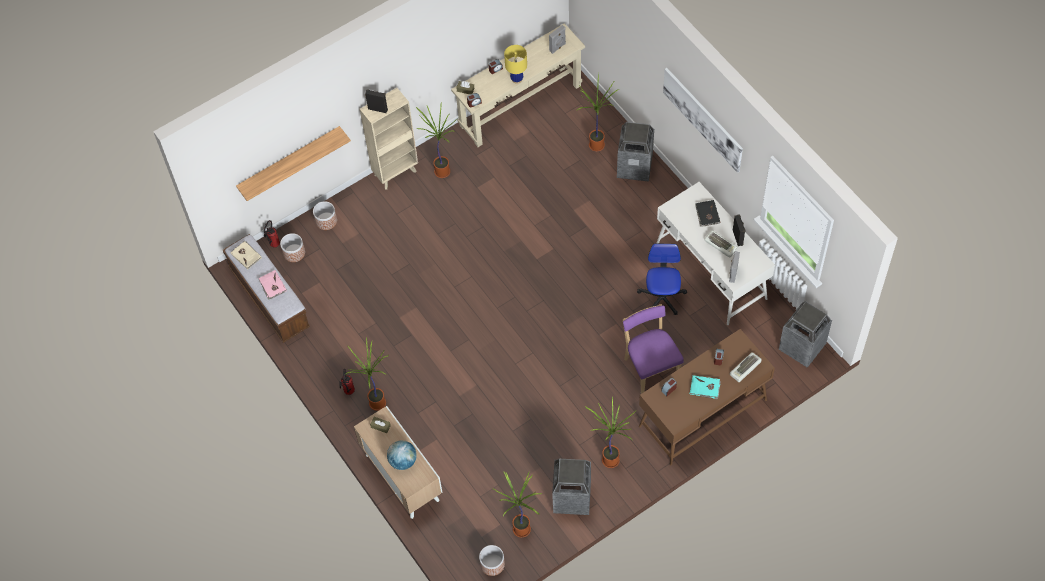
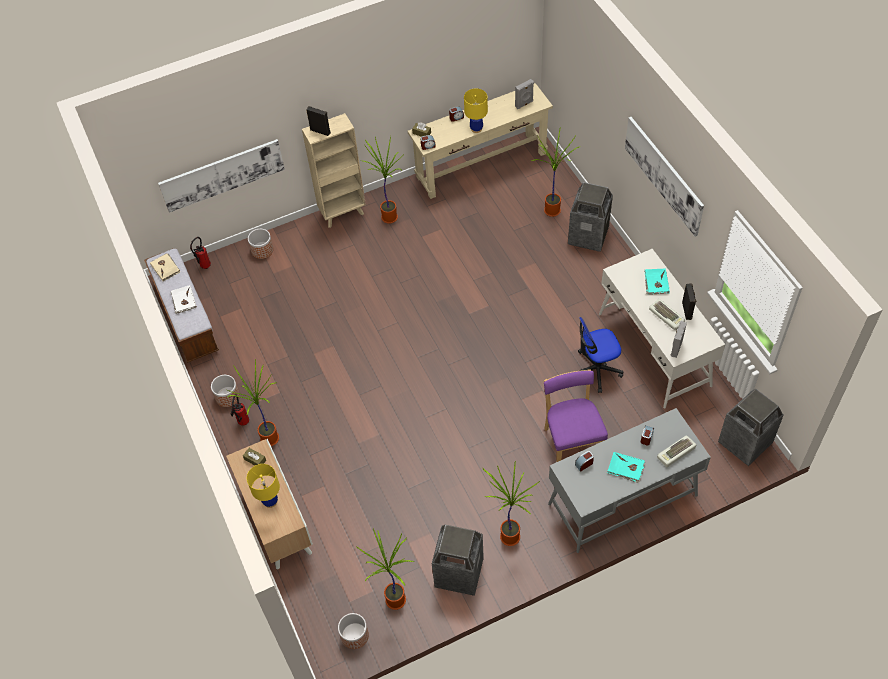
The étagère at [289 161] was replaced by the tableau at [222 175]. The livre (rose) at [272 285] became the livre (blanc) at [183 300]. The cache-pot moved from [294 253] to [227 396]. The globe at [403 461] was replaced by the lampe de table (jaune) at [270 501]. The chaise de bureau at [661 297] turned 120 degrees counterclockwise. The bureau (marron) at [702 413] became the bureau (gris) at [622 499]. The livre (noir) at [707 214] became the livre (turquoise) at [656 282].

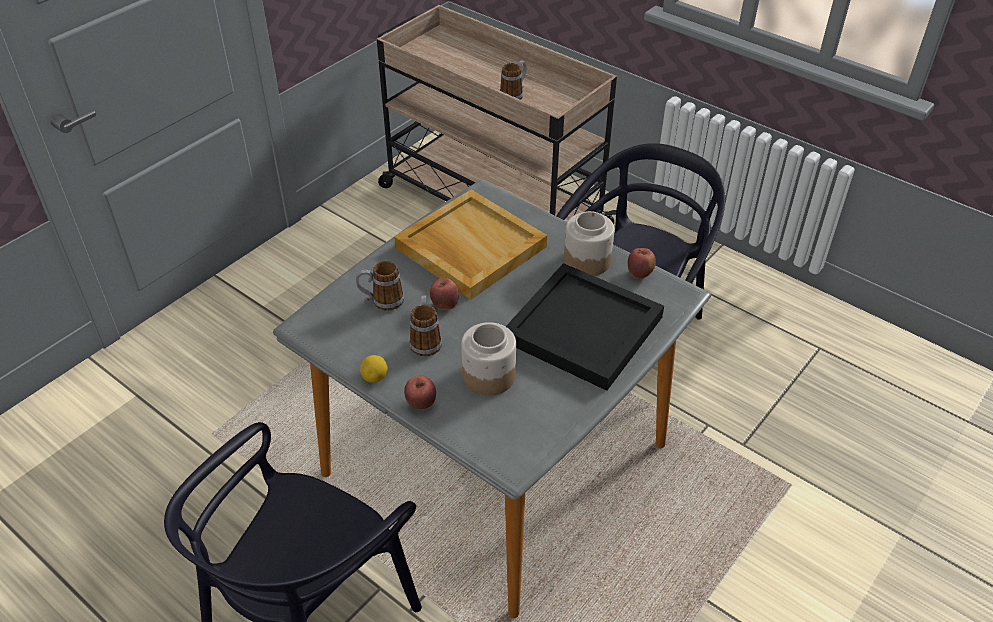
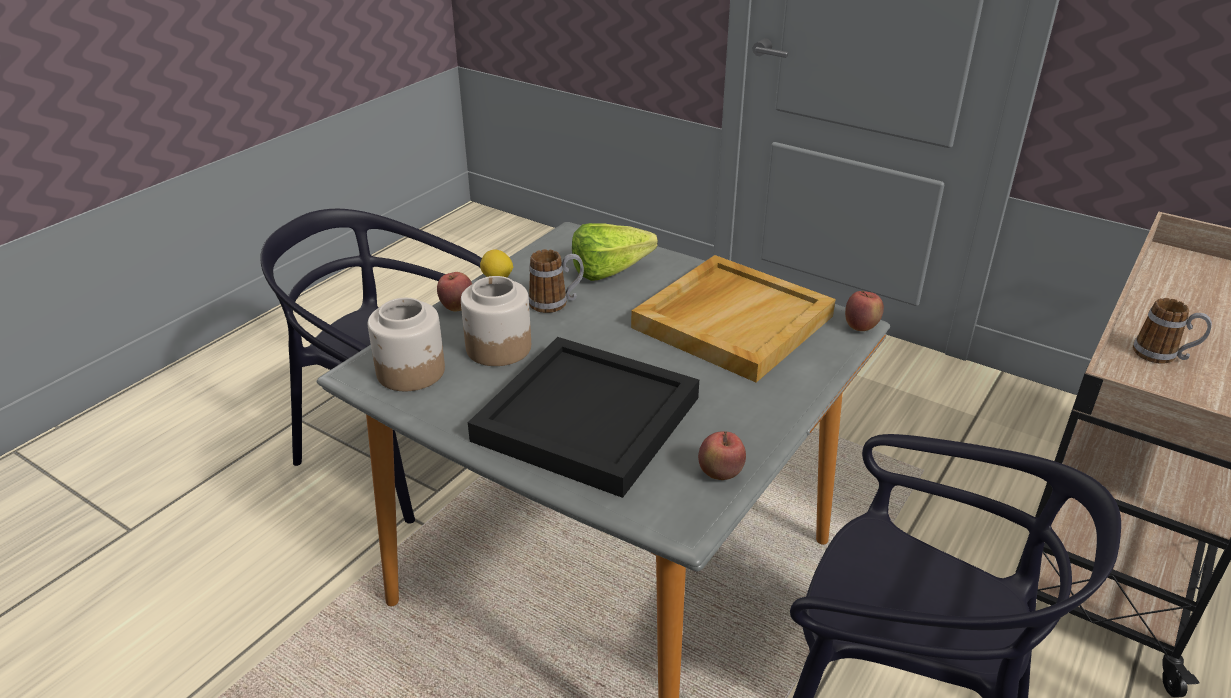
The mug at [381 301] was replaced by the laitue at [616 271]. The pomme moved from [445 305] to [861 327]. The bocal moved from [587 260] to [412 372].

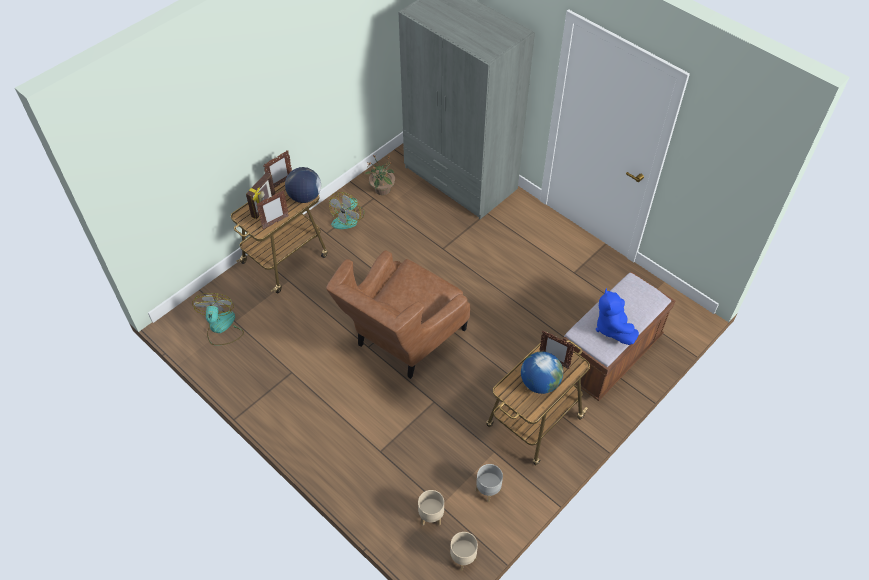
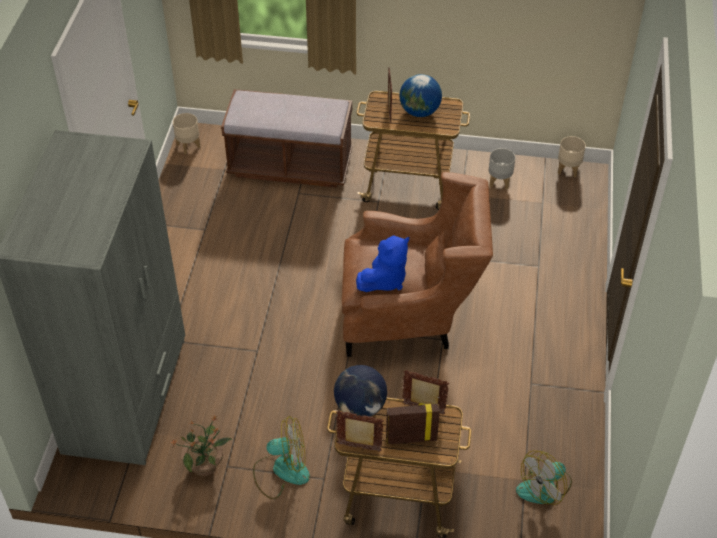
The cache-pot (beige) moved from [430 516] to [188 146]. The peluche (bleu) moved from [612 327] to [384 280].

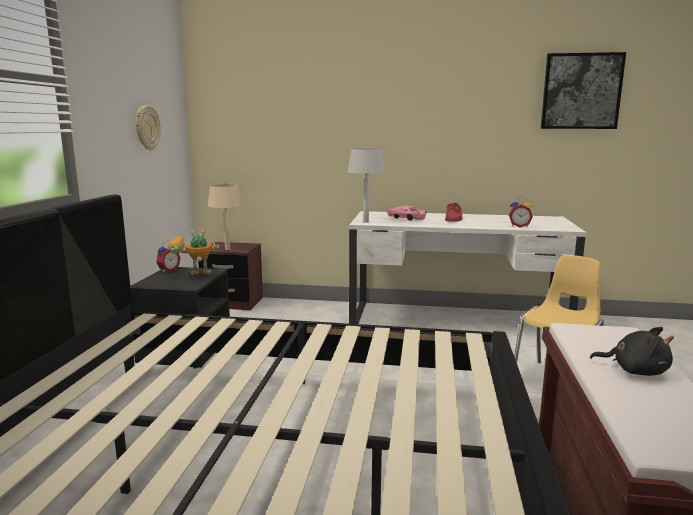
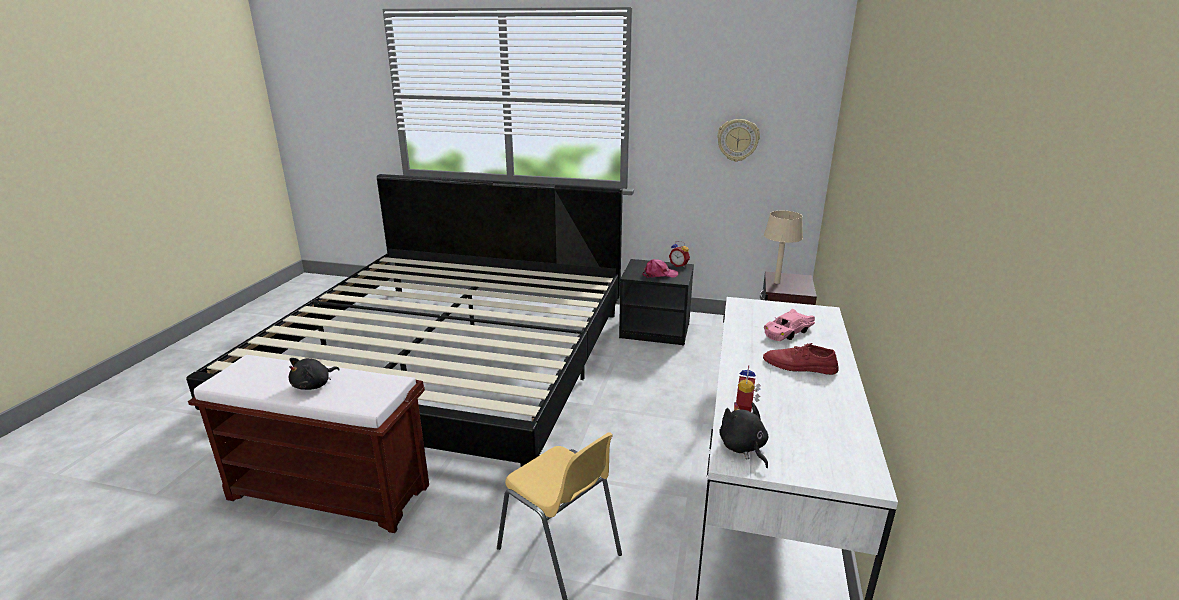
The robot jouet at [192 277] was replaced by the casquette (rose) at [659 274]. The lampe de table (gris) at [366 222] disappeared. The tableau at [581 91] disappeared. The peluche (noir) at [743 448] appeared.

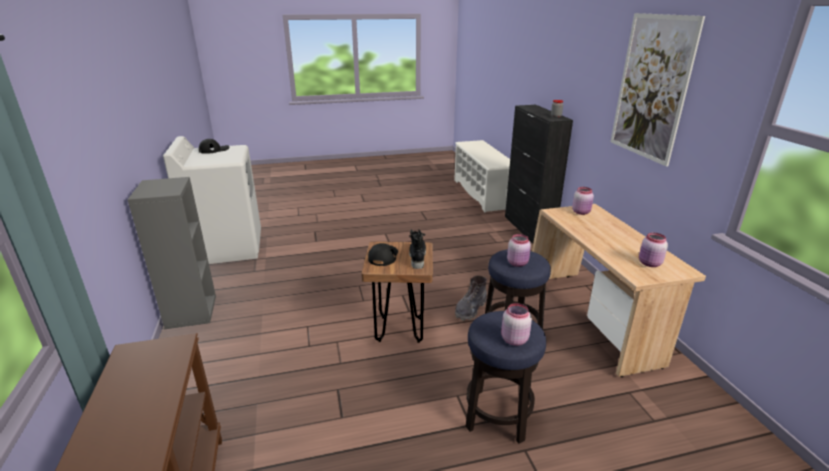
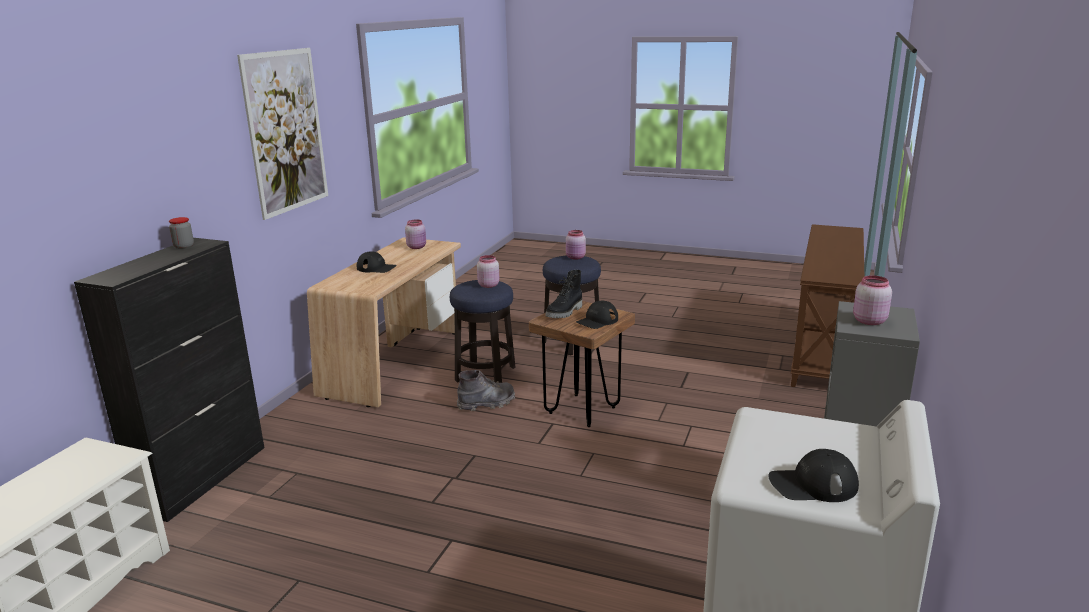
The bocal (rose) moved from [581 212] to [868 321]. The casquette (noir) at [376 268] appeared.

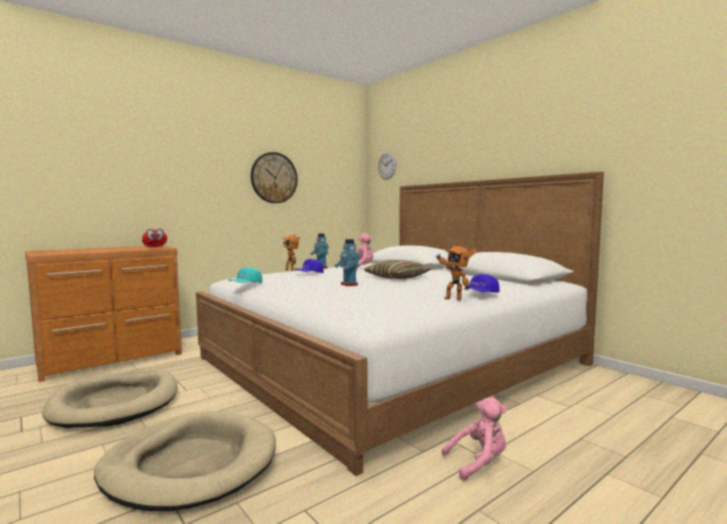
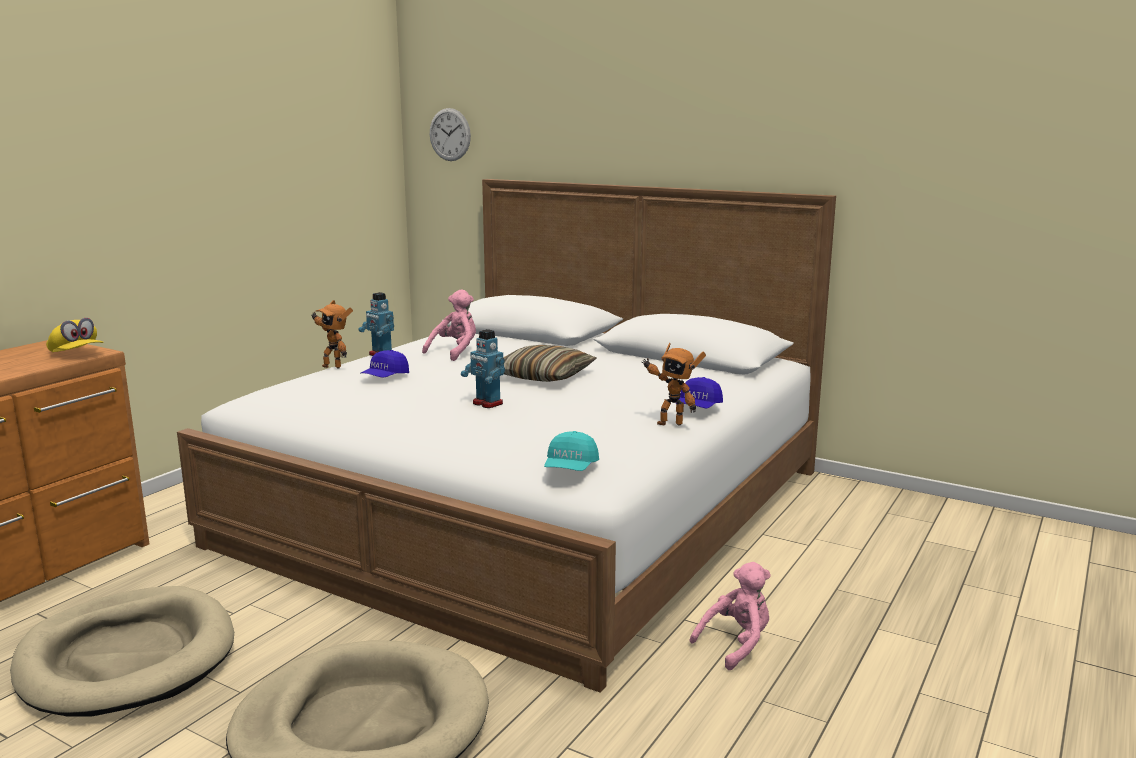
The casquette (rouge) at [155 247] became the casquette (jaune) at [76 354]. The casquette (turquoise) moved from [246 285] to [570 468]. The horloge murale at [274 178] disappeared.

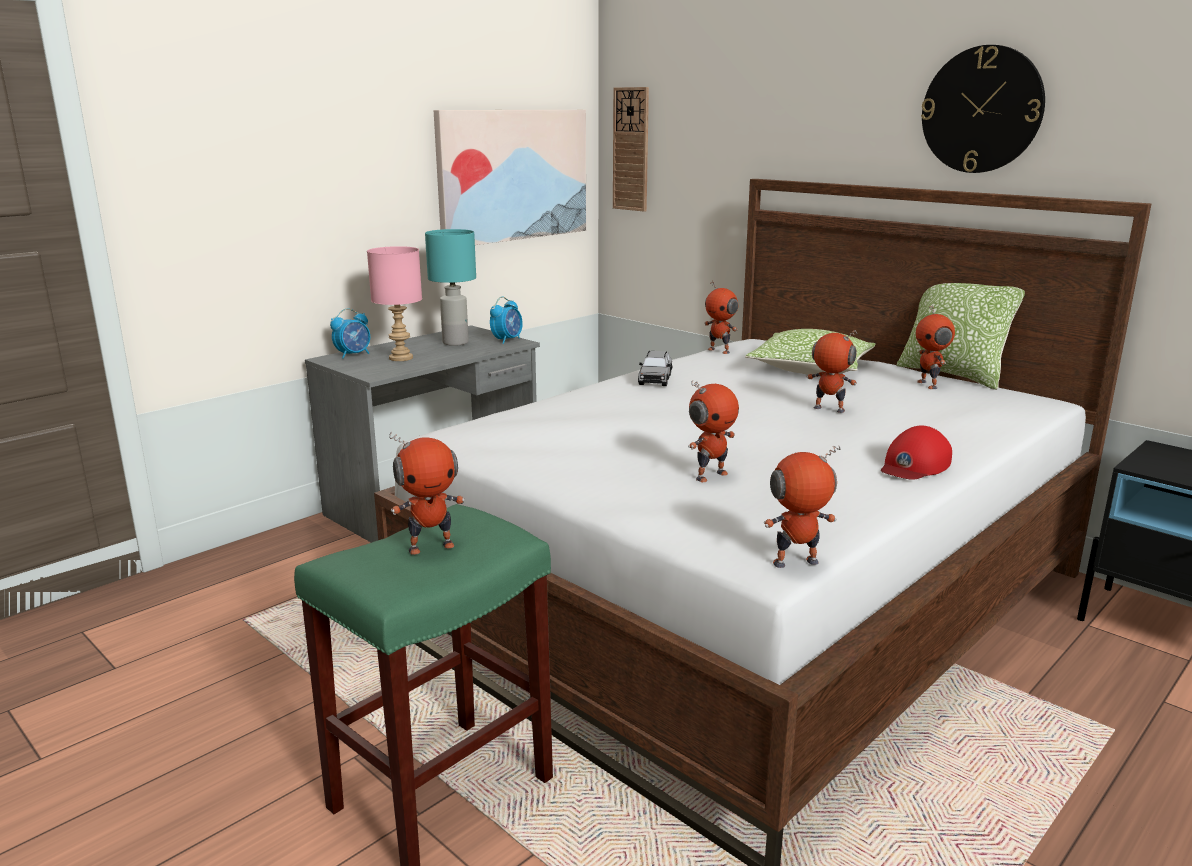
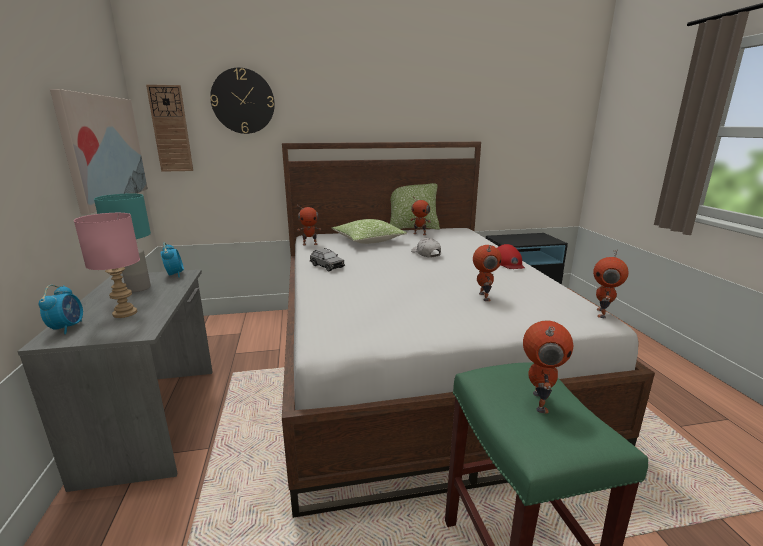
The robot jouet at [828 409] was replaced by the casquette (blanc) at [426 254]. The horloge murale moved from [981 110] to [243 101].

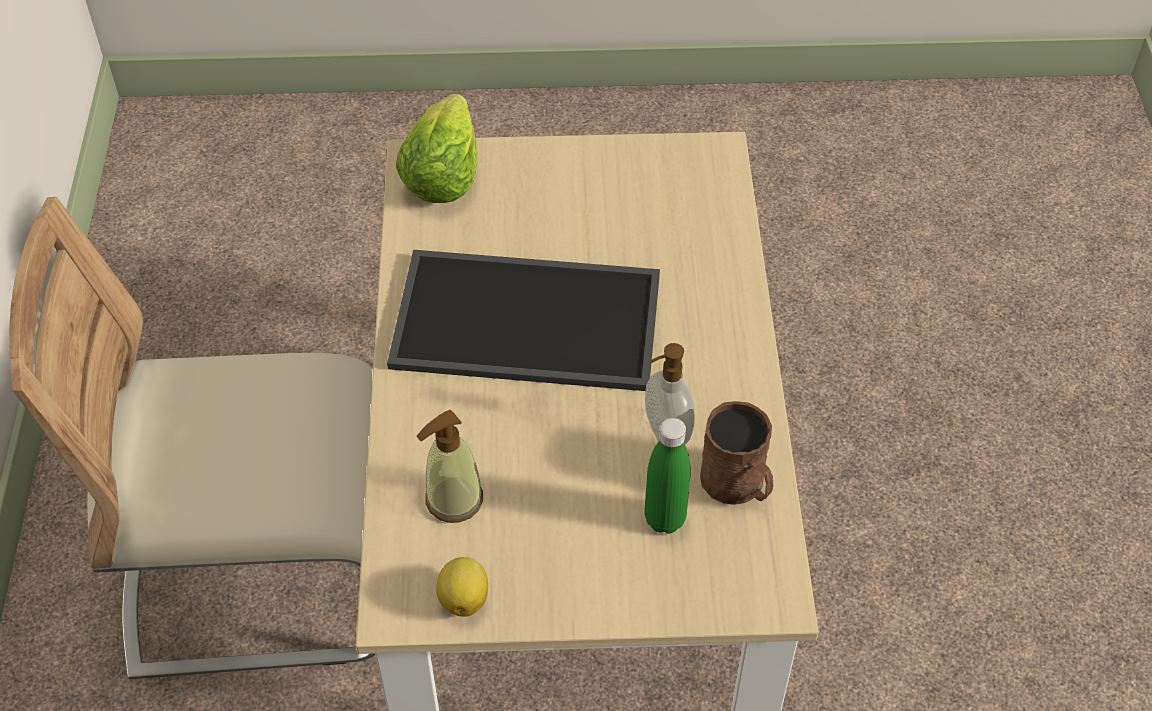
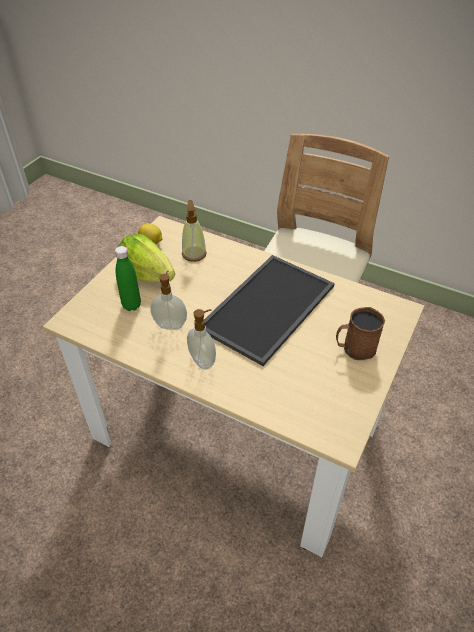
The laitue moved from [442 176] to [147 274]. The mug (marron) moved from [738 485] to [354 348]. The distributeur de savon at [203 360] appeared.

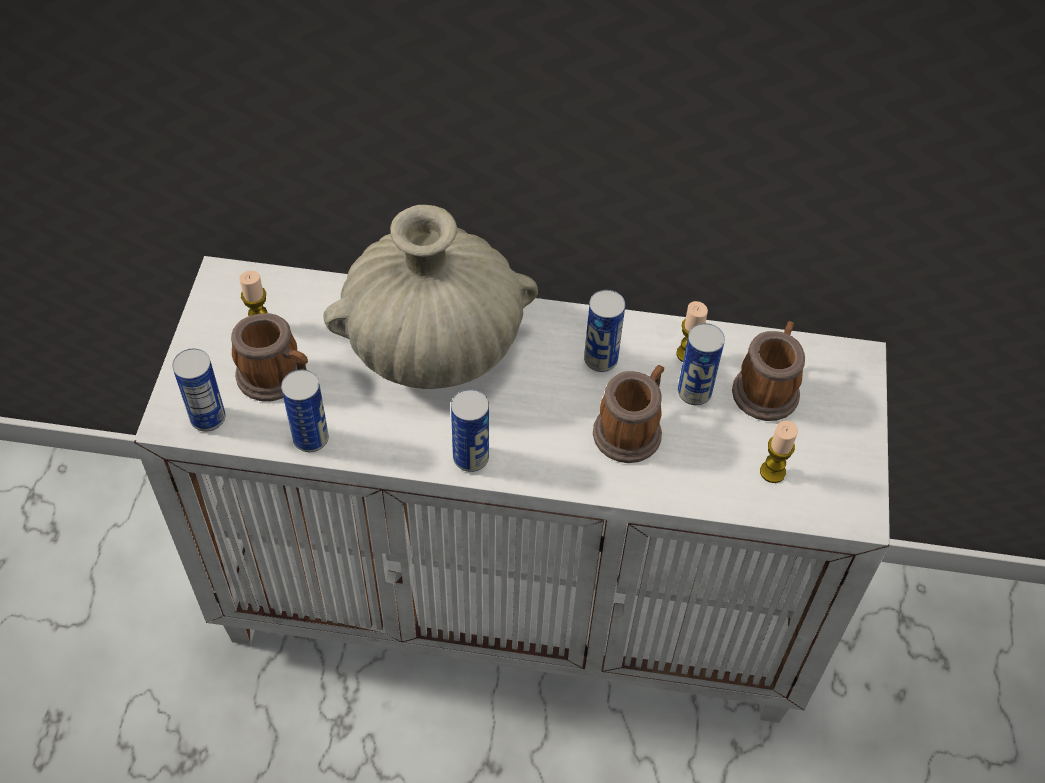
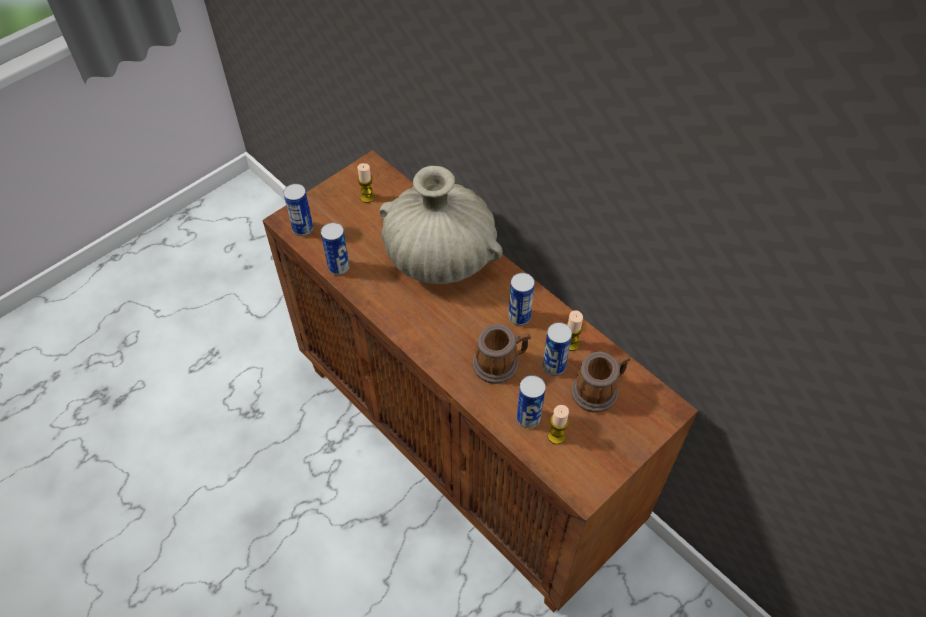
The meuble de rangement (blanc) at [518 604] became the meuble de rangement (marron) at [466 448]. The mug at [277 378] disappeared. The boîte métallique moved from [471 458] to [528 418].

